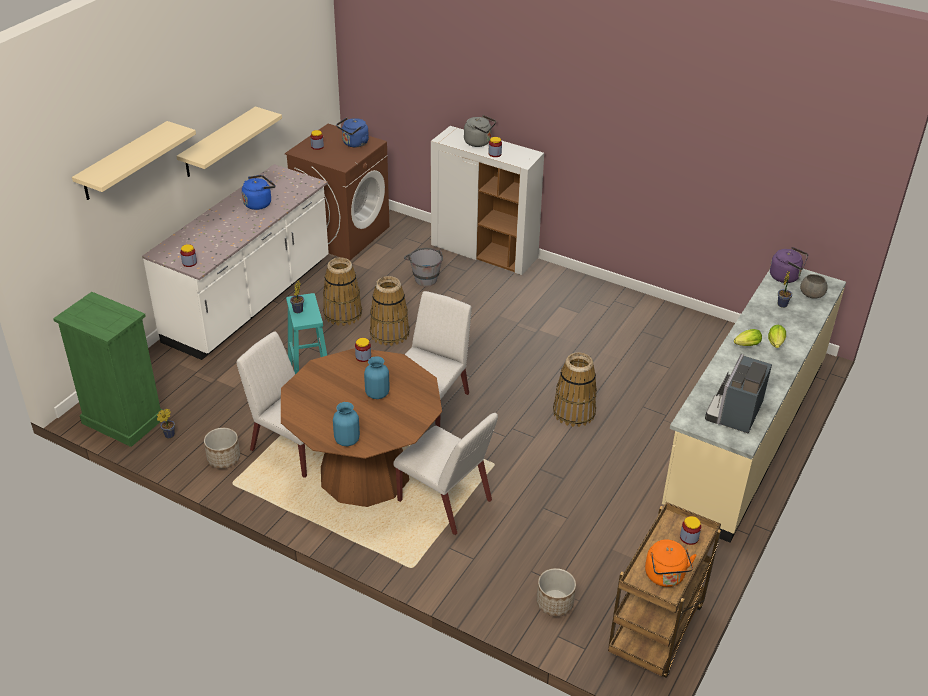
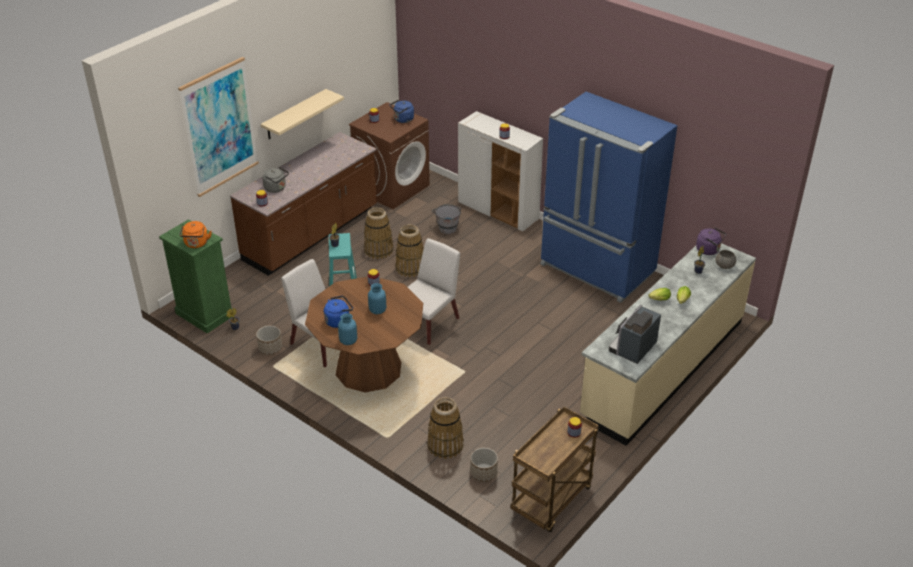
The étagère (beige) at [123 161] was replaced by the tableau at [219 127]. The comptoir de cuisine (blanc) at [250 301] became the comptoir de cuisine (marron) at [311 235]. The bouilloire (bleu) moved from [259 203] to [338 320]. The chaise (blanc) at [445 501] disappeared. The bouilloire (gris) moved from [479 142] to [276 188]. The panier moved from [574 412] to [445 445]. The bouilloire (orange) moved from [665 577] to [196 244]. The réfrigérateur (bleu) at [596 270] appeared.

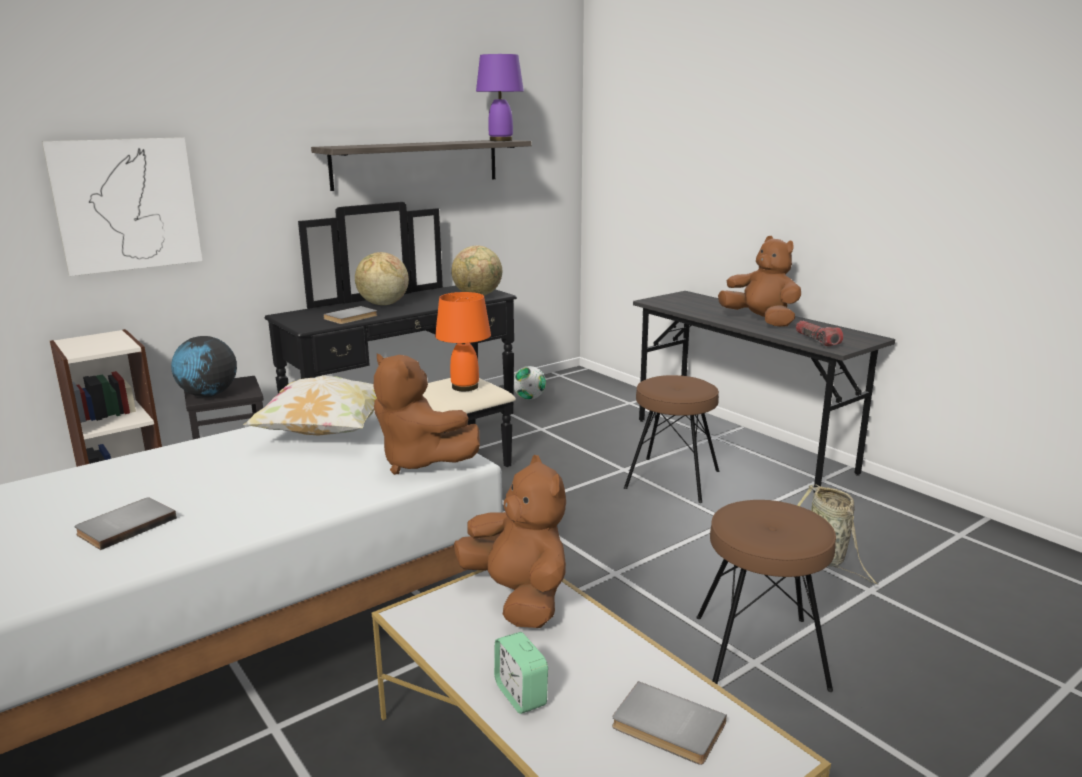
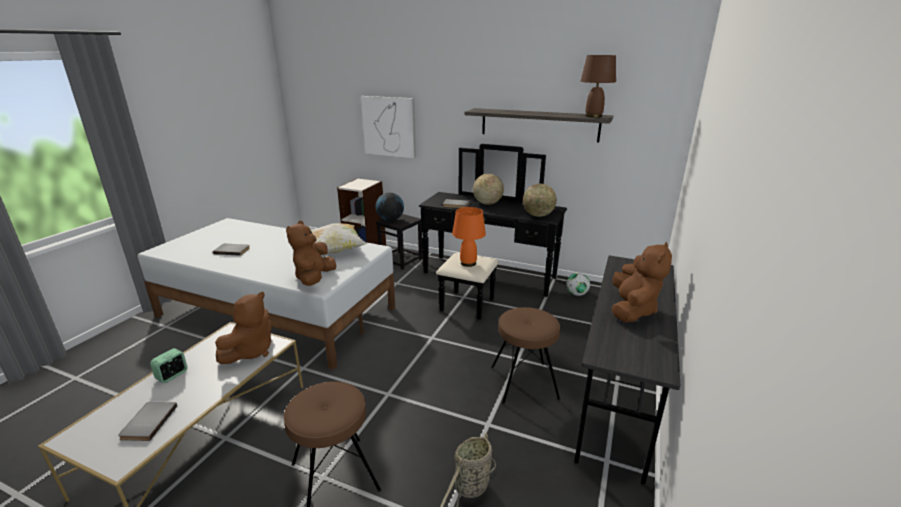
The lampe de table (violet) at [501 140] became the lampe de table (marron) at [594 116]. The lampe de poche at [816 340] disappeared.

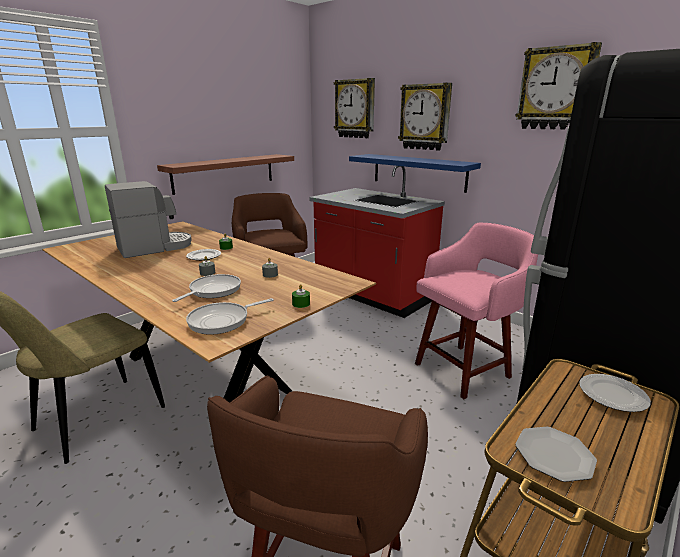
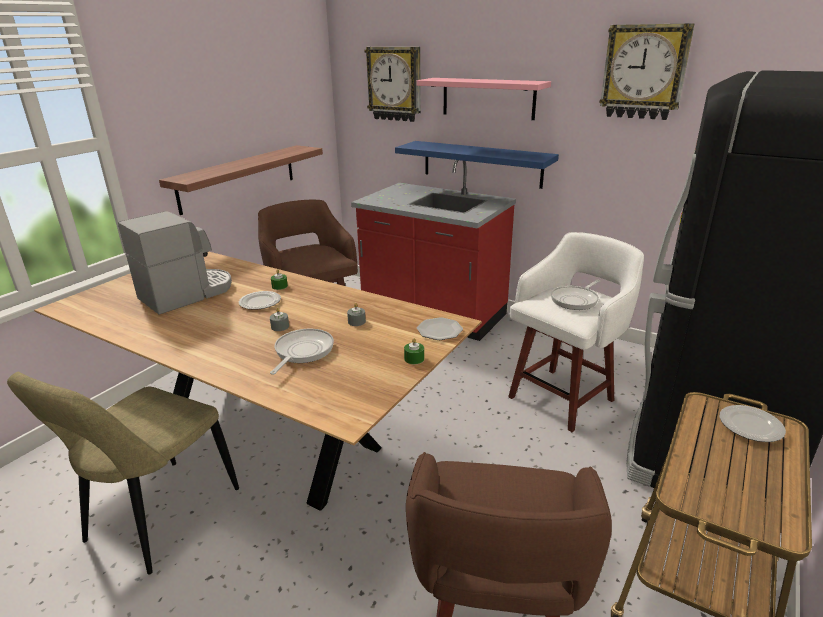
The poêle moved from [222 321] to [576 300]. The horloge murale at [425 117] was replaced by the étagère (rose) at [488 98]. The tabouret (rose) at [464 369] became the tabouret (blanc) at [563 397]. The assiette moved from [553 455] to [439 330].

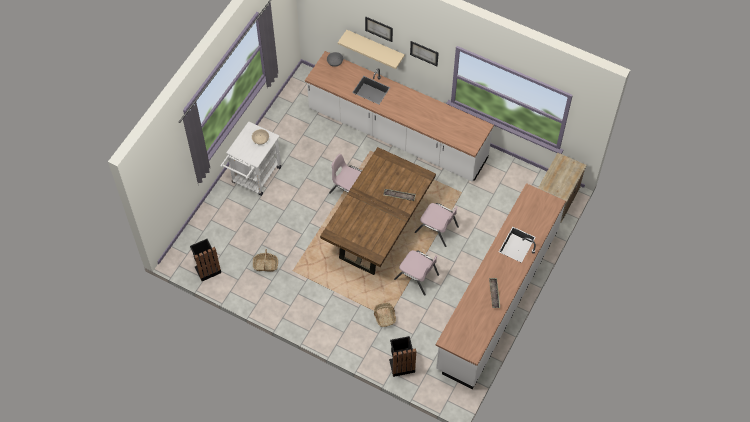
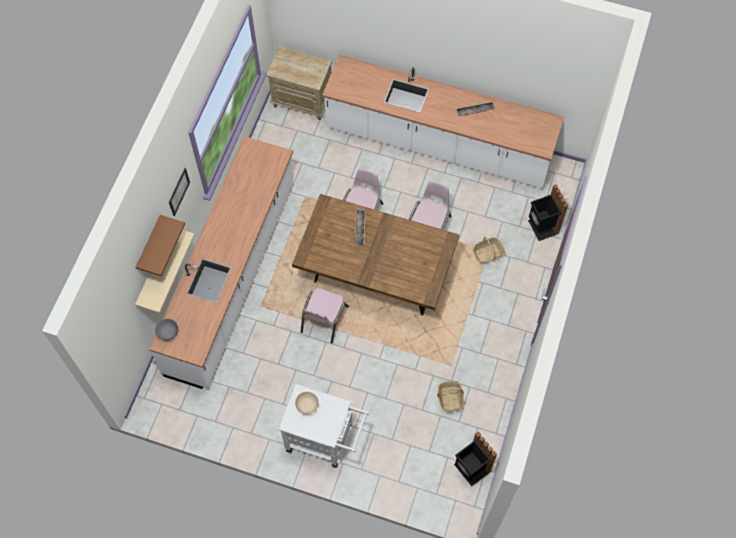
The tableau at [379 29] was replaced by the étagère (marron) at [149 245].

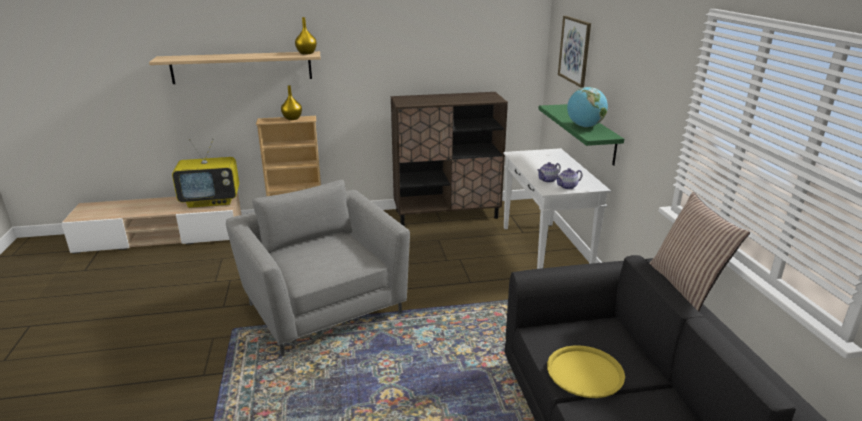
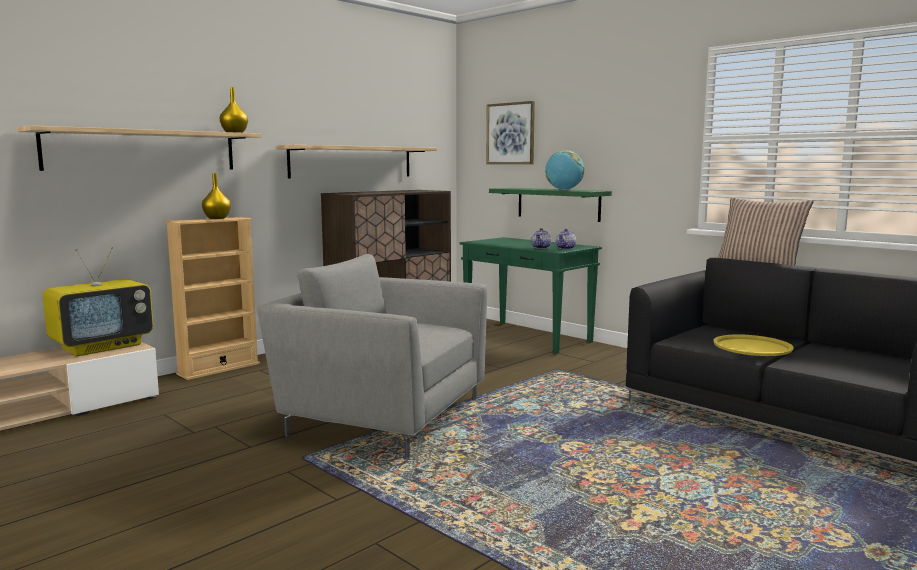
The table console (blanc) at [546 250] became the table console (vert) at [528 337]. The étagère at [352 162] appeared.

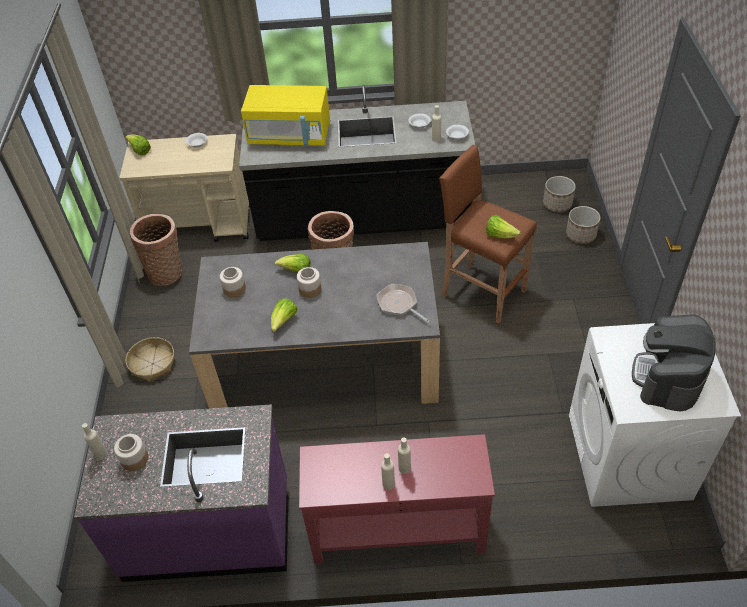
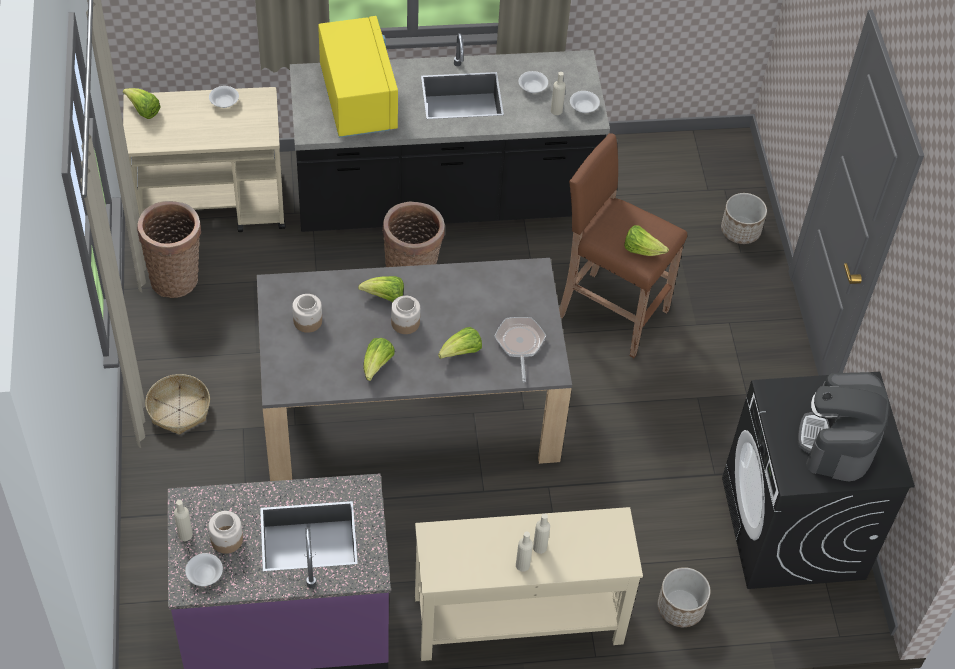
The micro-ondes (jaune) at [290 135] turned 105 degrees counterclockwise. The table console (rouge) at [396 530] became the table console (beige) at [517 619]. The poêle at [399 304] turned 45 degrees clockwise. The cache-pot moved from [557 204] to [681 607]. The lave-linge (blanc) at [629 457] became the lave-linge (noir) at [793 529]. The bol (blanc) at [204 574] appeared. The laitue at [461 352] appeared.

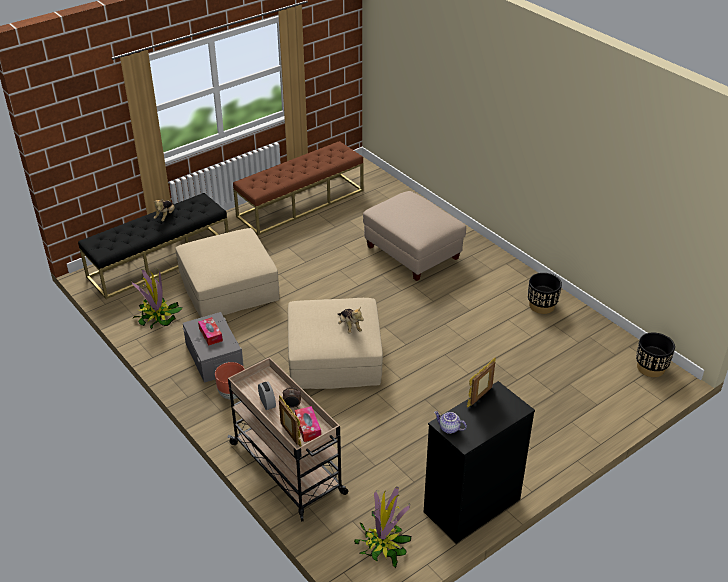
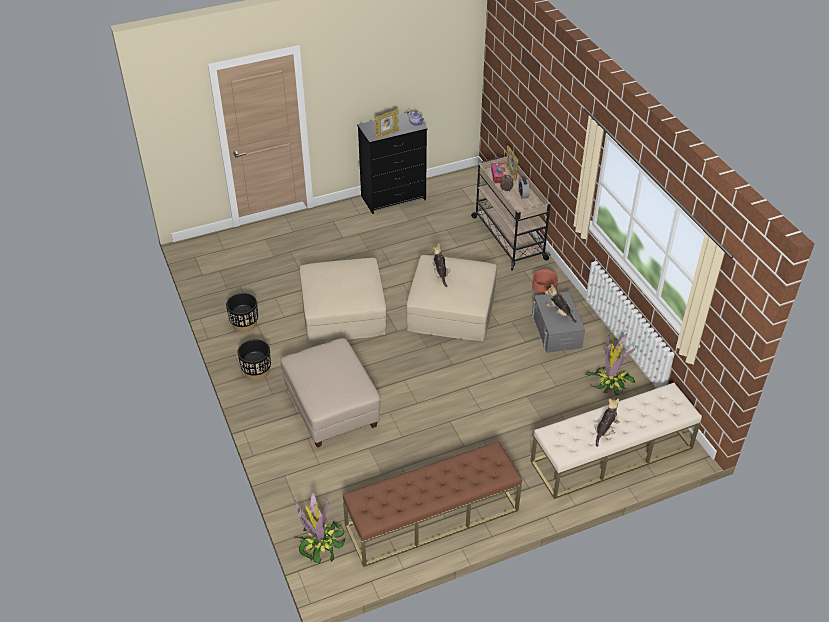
The banc (noir) at [159 261] became the banc (beige) at [611 455]. The pouf (beige) moved from [228 287] to [343 313]. The boîte à mouchoirs at [210 334] was replaced by the peluche at [559 313]. The plante en pot moved from [382 544] to [320 543]. The cache-pot (noir) moved from [651 368] to [256 371].

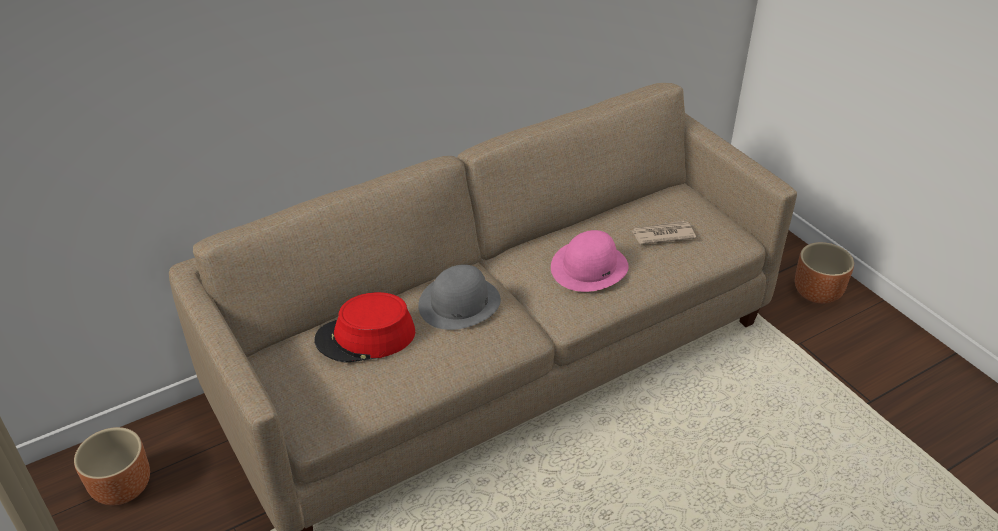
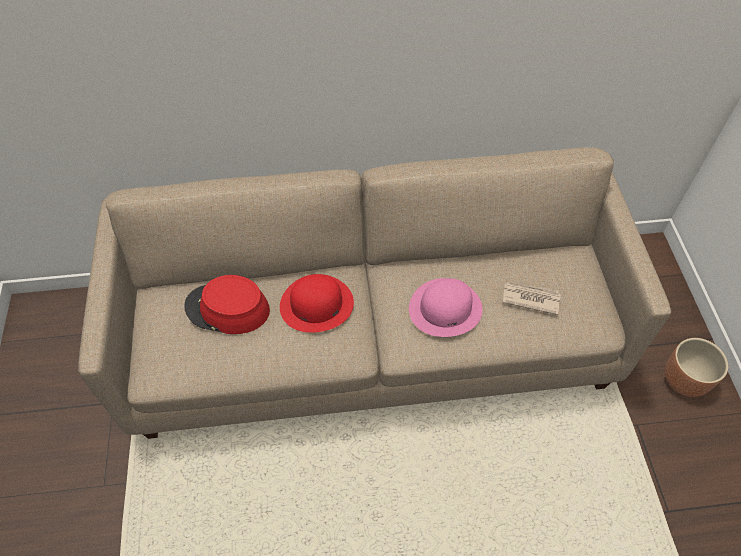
The cache-pot (marron) at [121 487] disappeared. The chapeau (gris) at [459 303] became the chapeau (rouge) at [316 304].

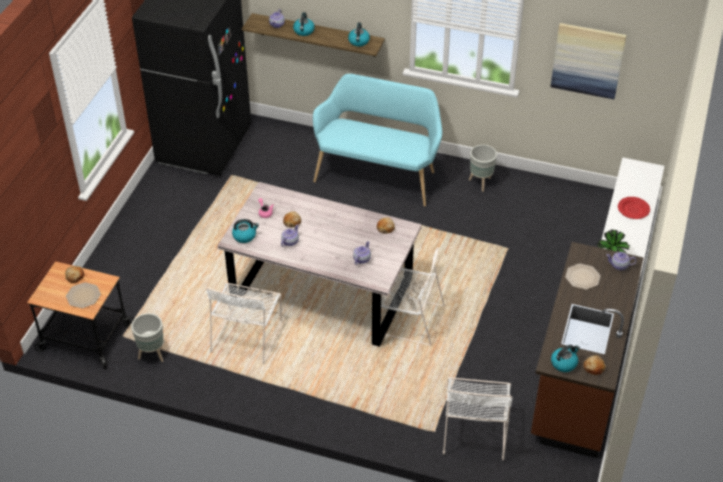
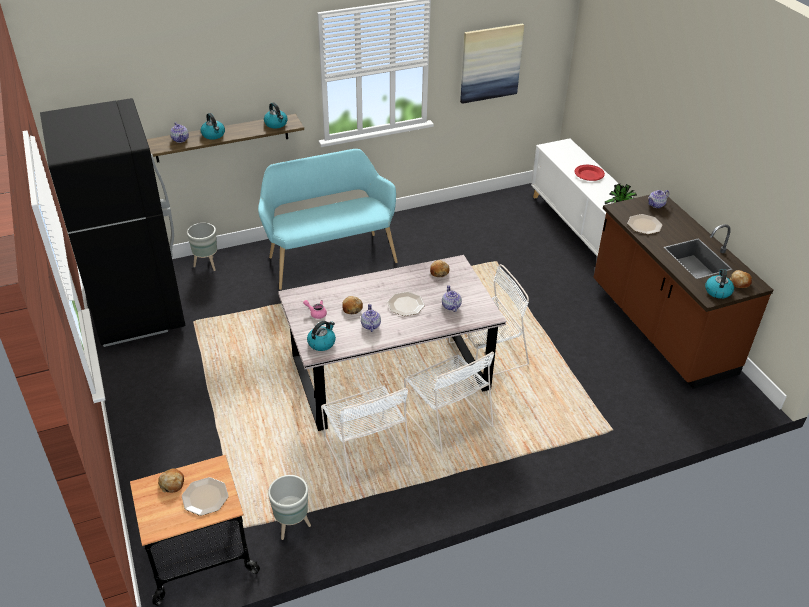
The chaise (blanc) moved from [475 430] to [446 417]. The cache-pot (gris) moved from [480 183] to [206 264]. The assiette at [406 305] appeared.

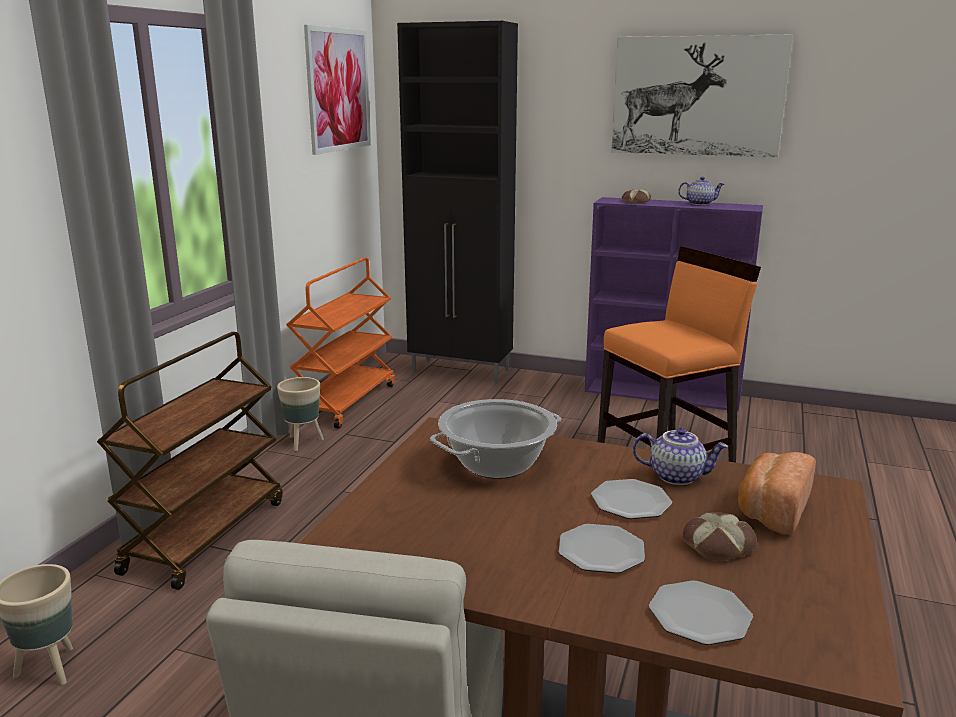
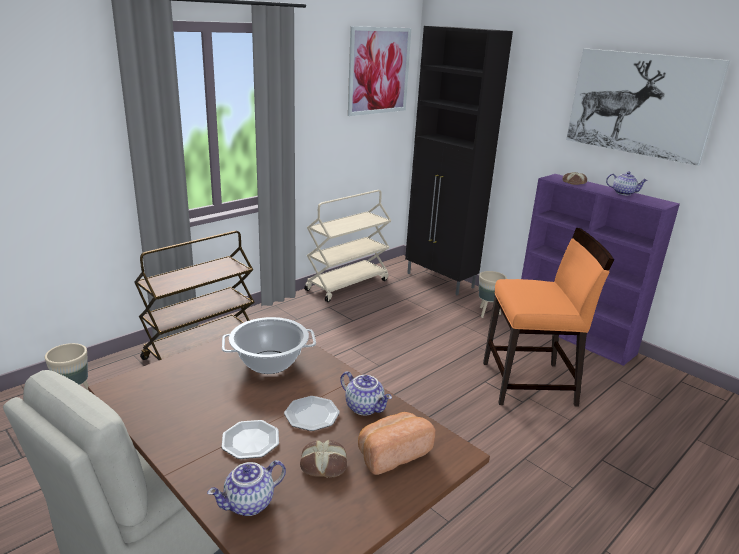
The cache-pot (beige) moved from [303 442] to [487 313]. The chariot (orange) at [345 402] became the chariot (beige) at [347 284]. The assiette at [700 615] was replaced by the théière at [249 504].

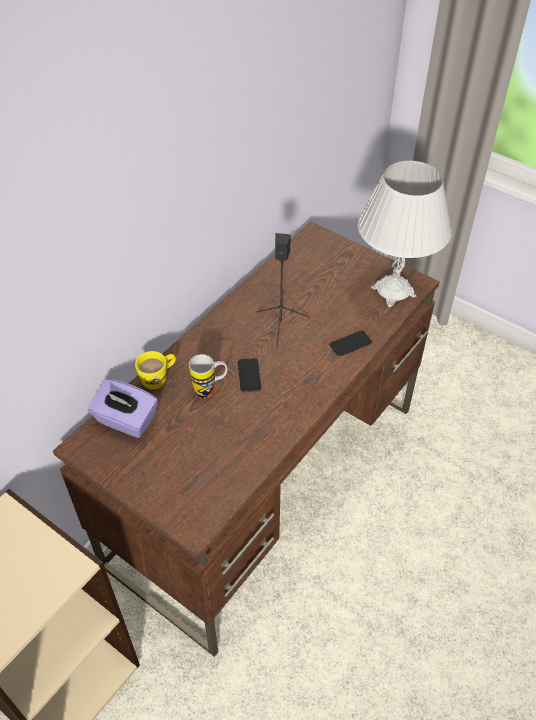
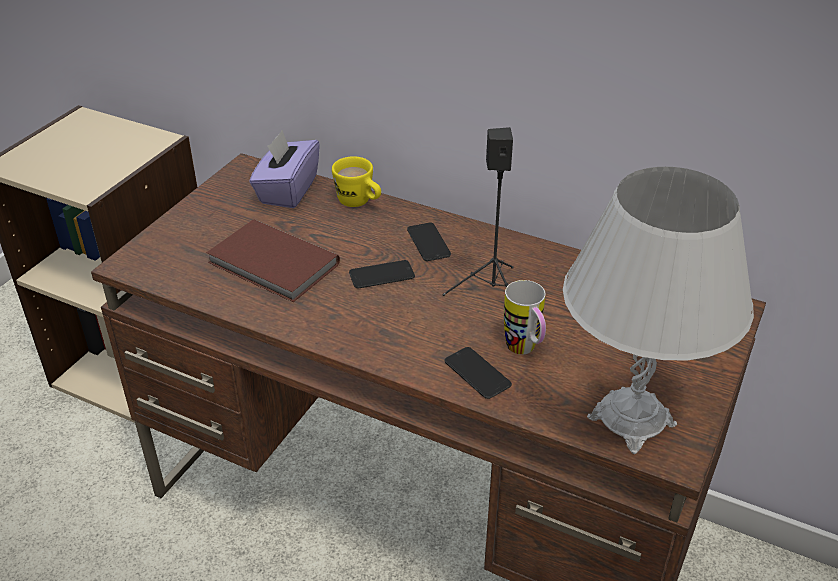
The mug moved from [210 390] to [525 351]. The livre (marron) at [273 265] appeared. The téléphone at [428 242] appeared.

